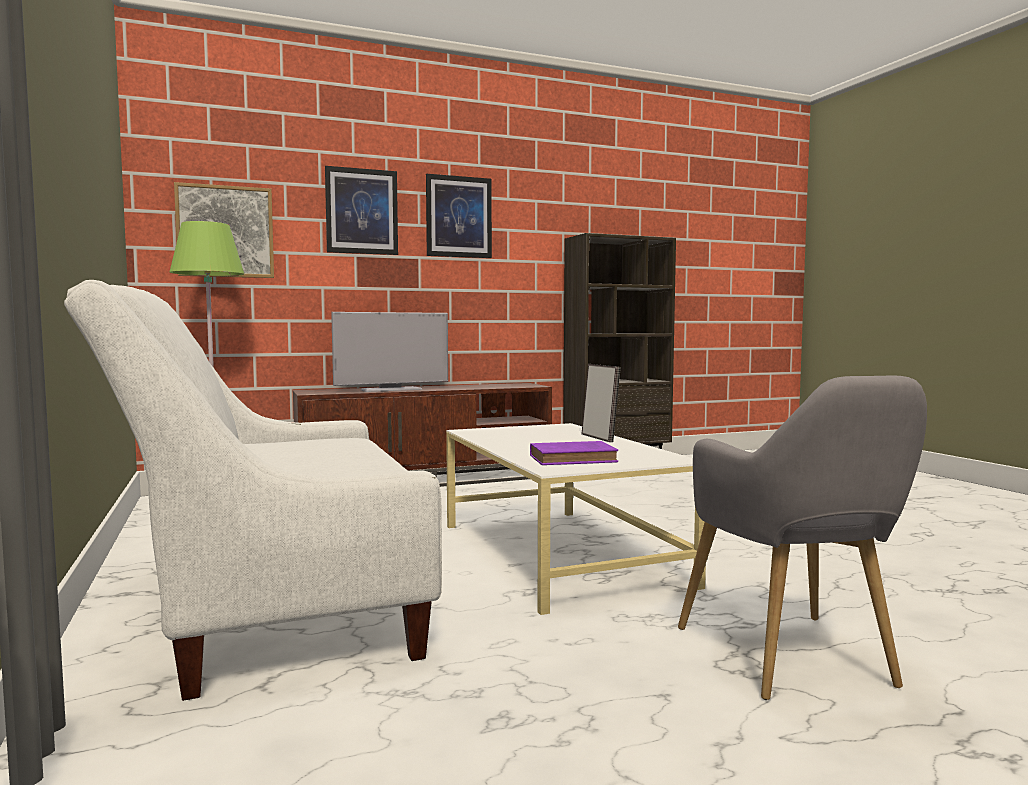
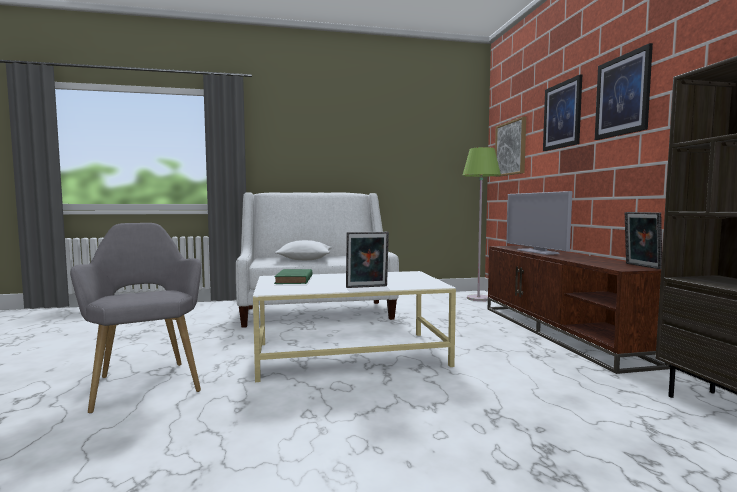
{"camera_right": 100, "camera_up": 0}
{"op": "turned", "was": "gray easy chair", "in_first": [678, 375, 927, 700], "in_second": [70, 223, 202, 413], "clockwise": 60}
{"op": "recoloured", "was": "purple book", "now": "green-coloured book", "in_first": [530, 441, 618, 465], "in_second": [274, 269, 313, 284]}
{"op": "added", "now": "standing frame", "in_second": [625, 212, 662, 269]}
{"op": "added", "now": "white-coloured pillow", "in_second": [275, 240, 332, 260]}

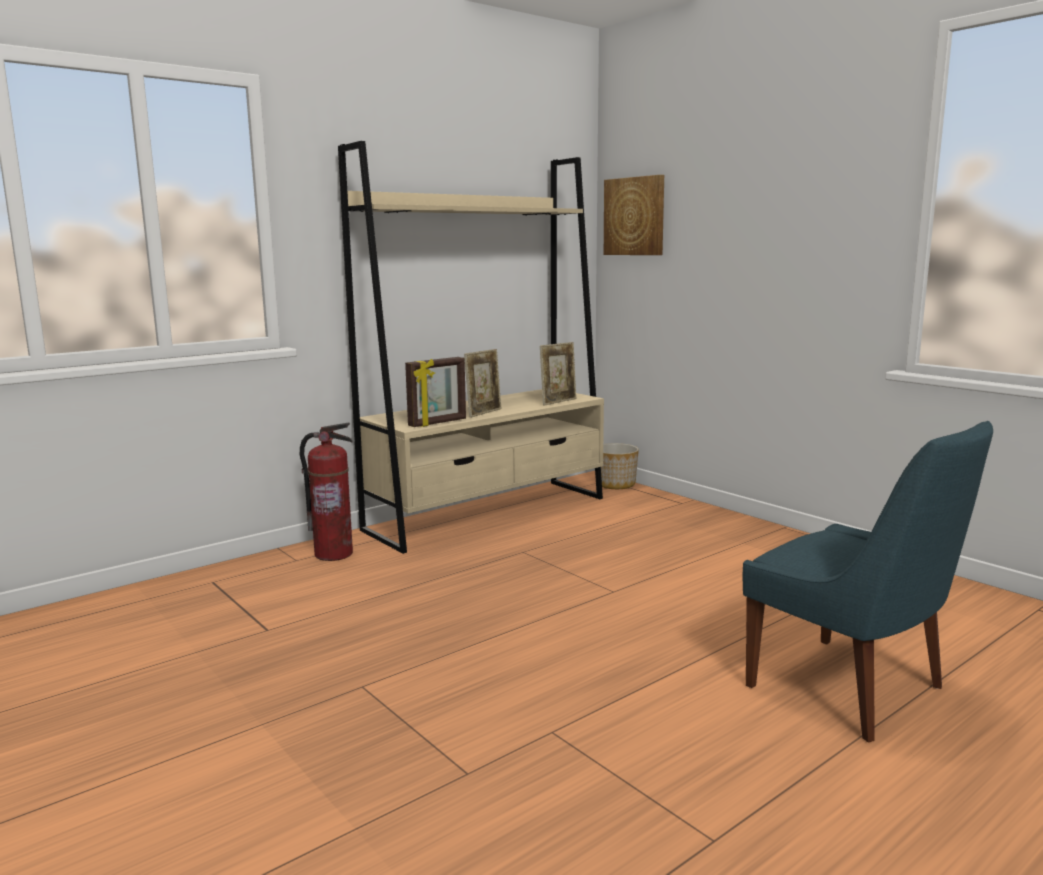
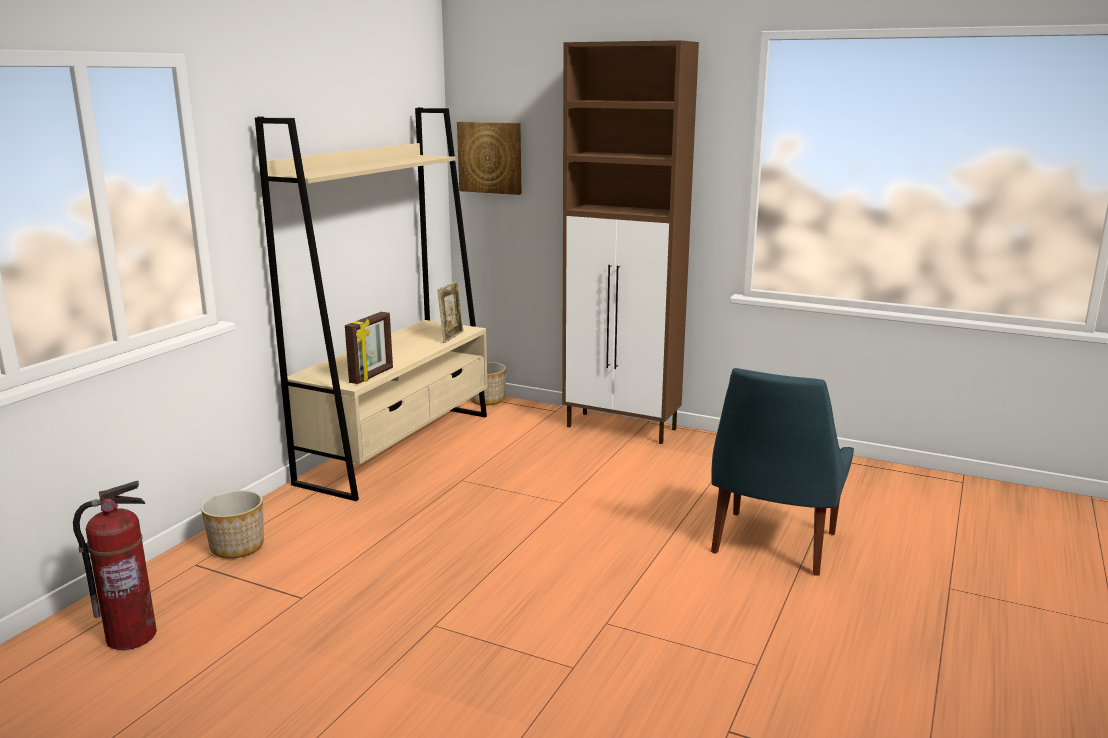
{"camera_right": -25, "camera_up": 5}
{"op": "removed", "was": "standing frame", "in_first": [464, 349, 501, 418]}
{"op": "turned", "was": "blue-coloured plain chair", "in_first": [743, 421, 993, 742], "in_second": [711, 368, 854, 576], "clockwise": 90}
{"op": "moved", "was": "extinguisher", "in_first": [300, 423, 353, 561], "in_second": [73, 481, 157, 650]}
{"op": "added", "now": "brown-coloured storage cabinet", "in_second": [562, 40, 699, 444]}
{"op": "added", "now": "plant pot", "in_second": [201, 490, 264, 558]}

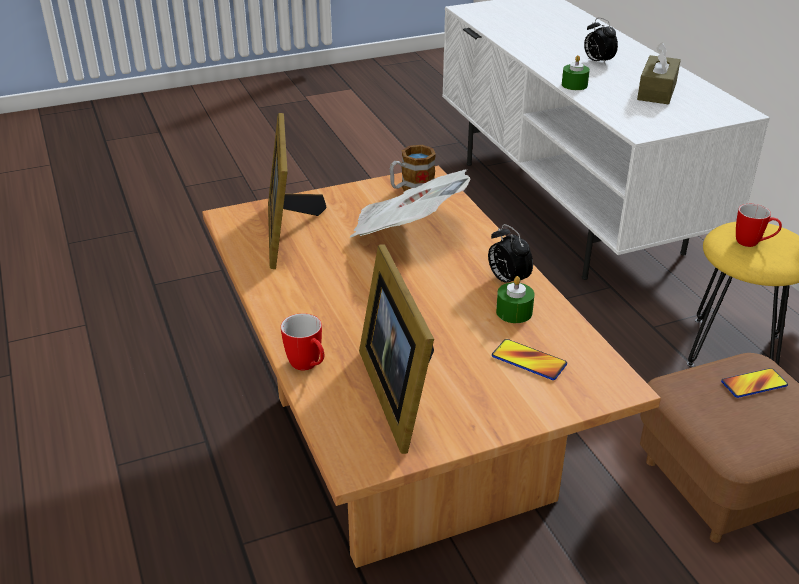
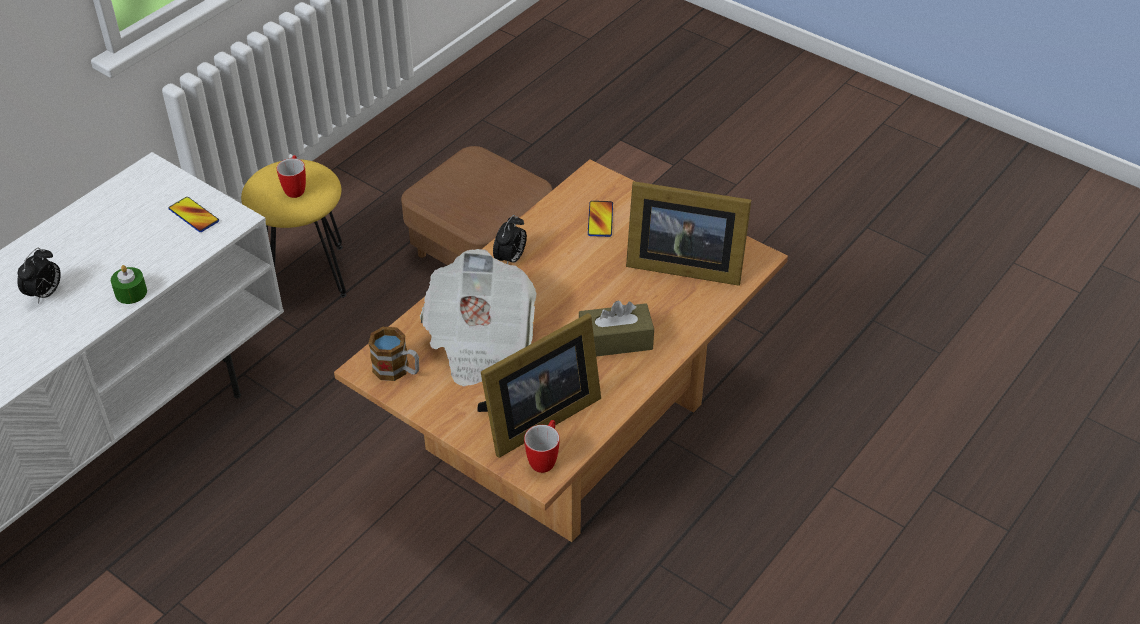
{"camera_right": -120, "camera_up": 10}
{"op": "moved", "was": "brown-coloured box of tissues", "in_first": [637, 42, 681, 104], "in_second": [579, 301, 654, 357]}
{"op": "turned", "was": "standing frame", "in_first": [359, 244, 434, 454], "in_second": [626, 181, 751, 286], "clockwise": 60}
{"op": "removed", "was": "green-coloured wax candle", "in_first": [496, 276, 534, 323]}
{"op": "moved", "was": "coffee mug", "in_first": [281, 313, 324, 371], "in_second": [524, 420, 560, 473]}
{"op": "moved", "was": "telephone", "in_first": [721, 368, 788, 398], "in_second": [169, 197, 219, 232]}

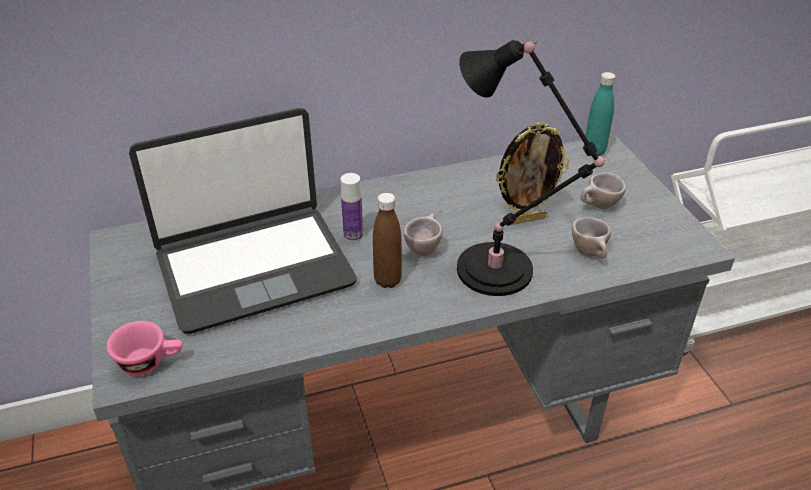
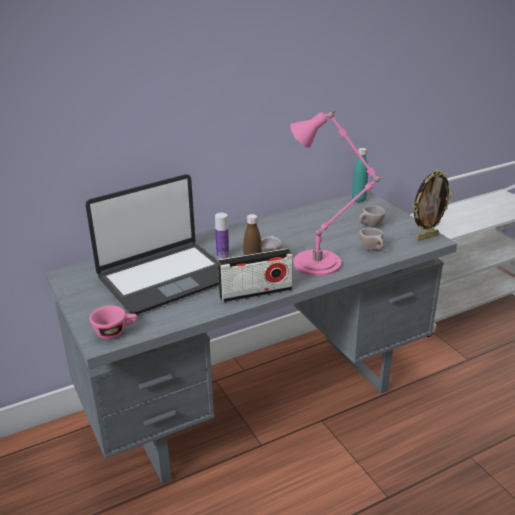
{"camera_right": -10, "camera_up": -10}
{"op": "recoloured", "was": "blackish table lamp", "now": "pink table lamp", "in_first": [457, 40, 608, 296], "in_second": [290, 111, 381, 276]}
{"op": "moved", "was": "standing frame", "in_first": [495, 122, 569, 225], "in_second": [413, 170, 452, 241]}
{"op": "added", "now": "radio set", "in_second": [218, 248, 293, 302]}

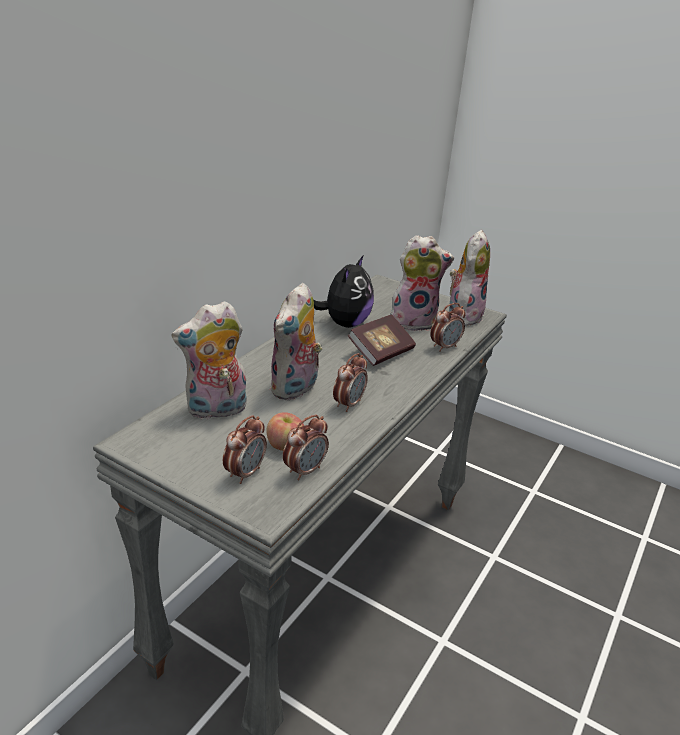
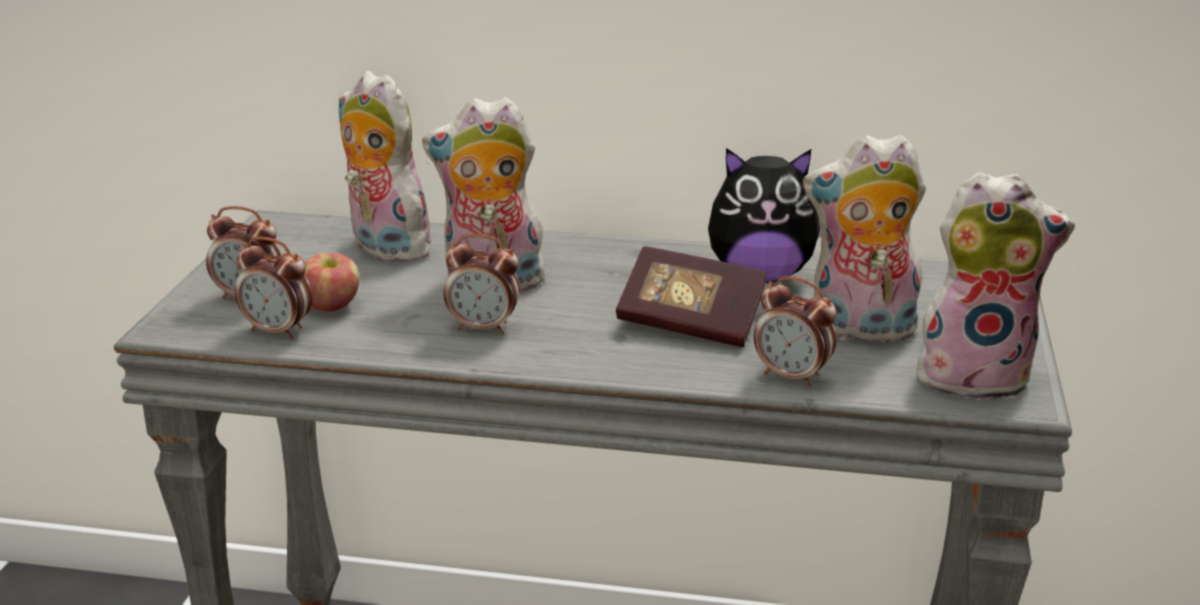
{"camera_right": 70, "camera_up": -5}
{"op": "turned", "was": "cuddly toy", "in_first": [390, 235, 454, 331], "in_second": [803, 134, 926, 348], "clockwise": 120}

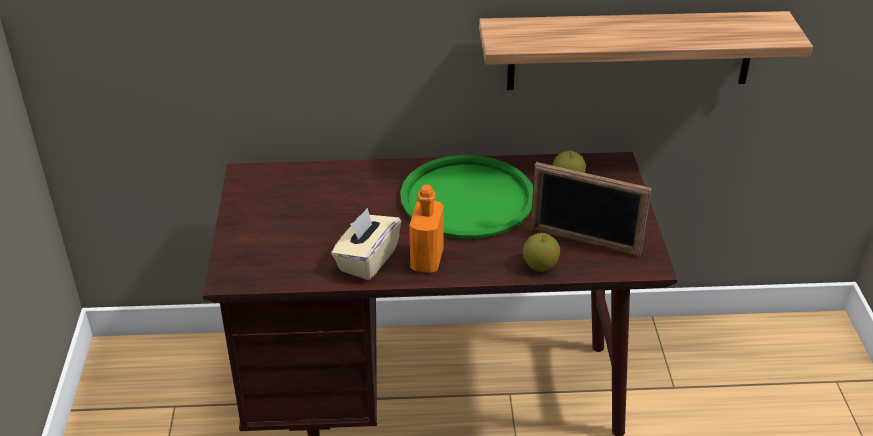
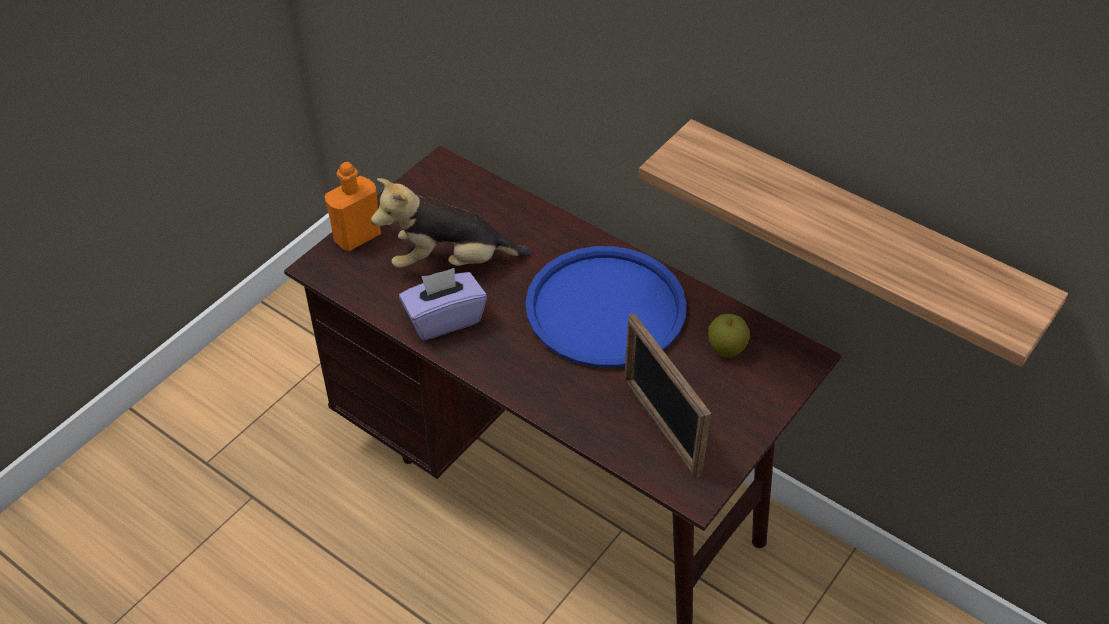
{"camera_right": 40, "camera_up": 10}
{"op": "recoloured", "was": "green-coloured serving tray", "now": "blue-coloured serving tray", "in_first": [400, 155, 533, 239], "in_second": [525, 246, 687, 367]}
{"op": "moved", "was": "orangey drink bottle", "in_first": [409, 185, 444, 273], "in_second": [325, 162, 381, 251]}
{"op": "recoloured", "was": "sand-coloured box of tissues", "now": "purple box of tissues", "in_first": [331, 208, 401, 280], "in_second": [399, 268, 487, 340]}
{"op": "removed", "was": "whole apple", "in_first": [523, 233, 560, 272]}
{"op": "added", "now": "cuddly toy", "in_second": [371, 178, 531, 268]}

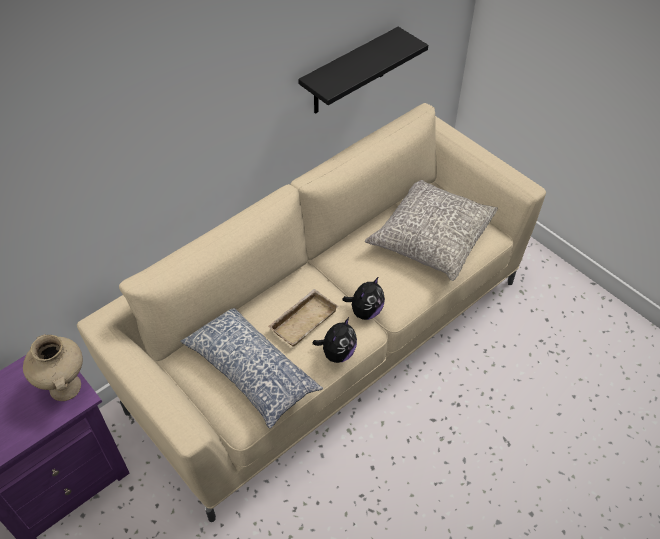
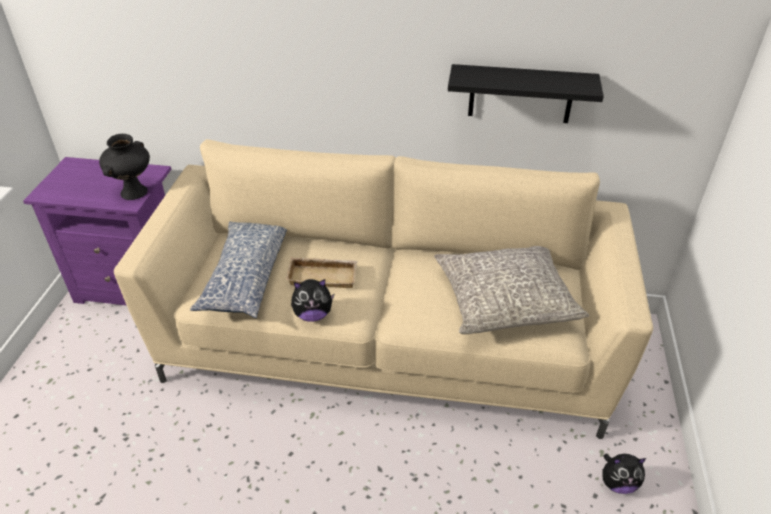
{"camera_right": 50, "camera_up": -10}
{"op": "moved", "was": "cuddly toy", "in_first": [342, 277, 385, 320], "in_second": [603, 454, 647, 494]}
{"op": "recoloured", "was": "sand-coloured vase", "now": "blackish vase", "in_first": [23, 334, 83, 401], "in_second": [99, 134, 150, 200]}

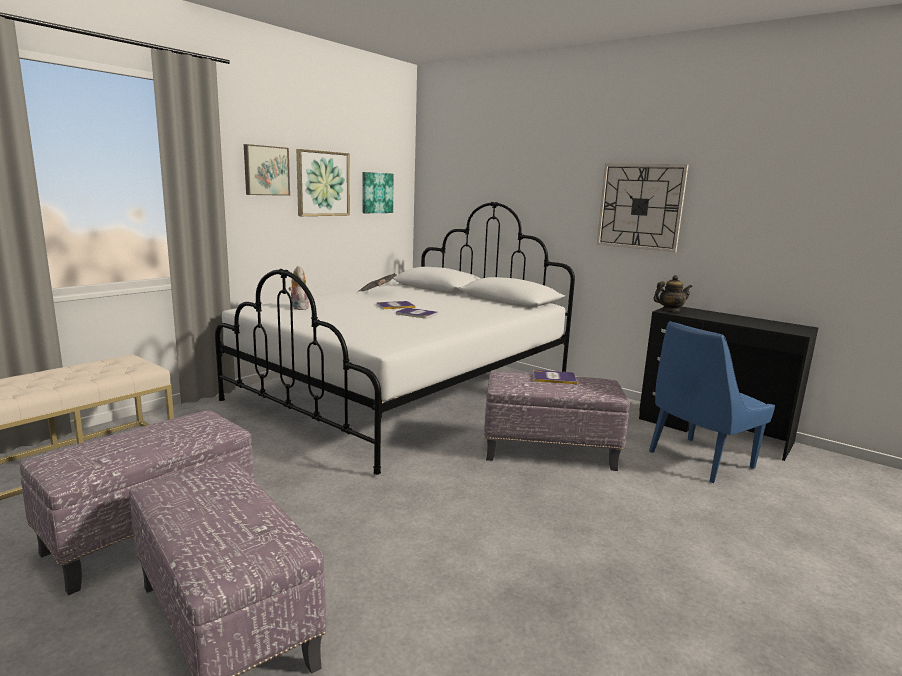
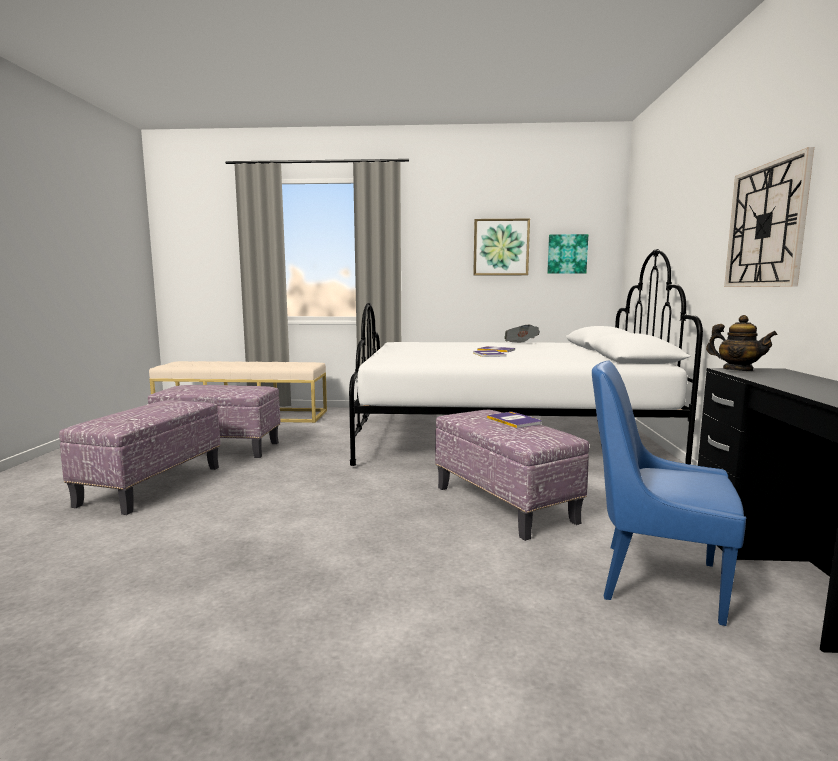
{"camera_right": 55, "camera_up": -5}
{"op": "removed", "was": "picture", "in_first": [244, 144, 290, 196]}
{"op": "removed", "was": "cuddly toy", "in_first": [289, 266, 309, 310]}

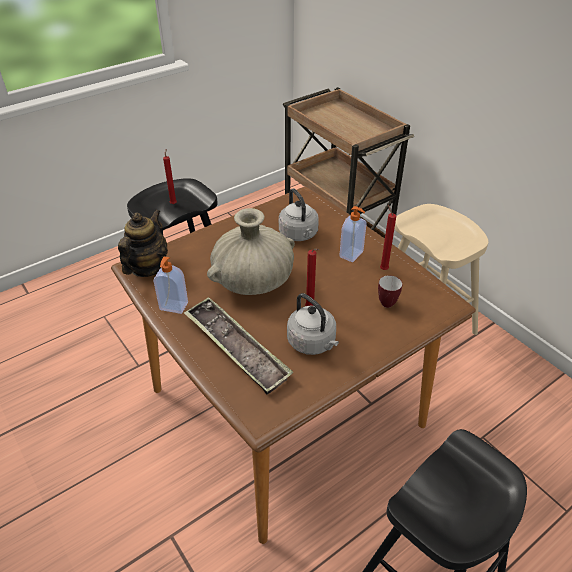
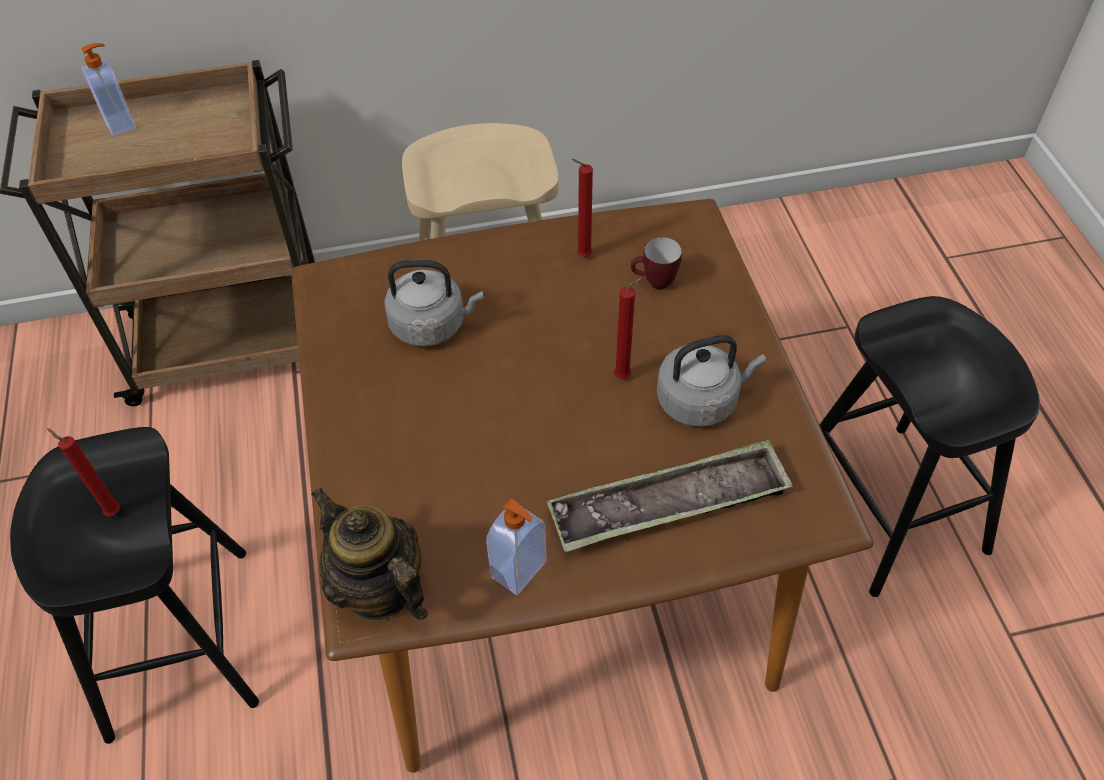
{"camera_right": -65, "camera_up": 10}
{"op": "moved", "was": "soap bottle", "in_first": [339, 206, 367, 263], "in_second": [81, 43, 136, 136]}
{"op": "removed", "was": "sand-coloured vase", "in_first": [207, 208, 295, 295]}

